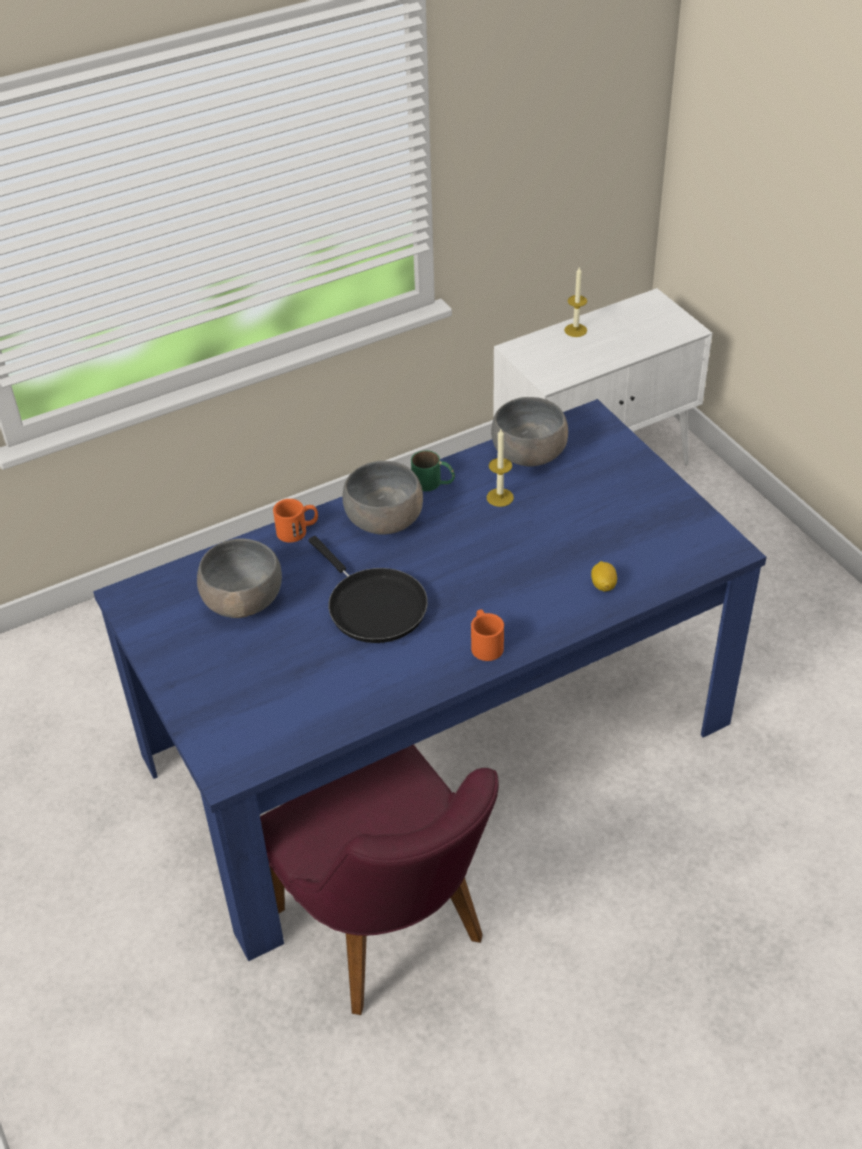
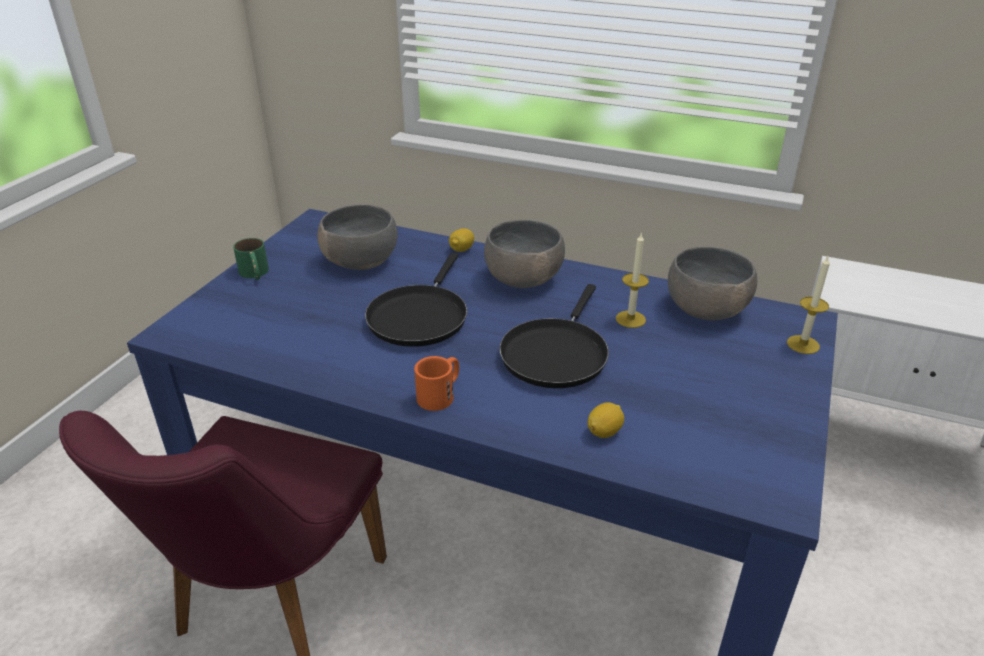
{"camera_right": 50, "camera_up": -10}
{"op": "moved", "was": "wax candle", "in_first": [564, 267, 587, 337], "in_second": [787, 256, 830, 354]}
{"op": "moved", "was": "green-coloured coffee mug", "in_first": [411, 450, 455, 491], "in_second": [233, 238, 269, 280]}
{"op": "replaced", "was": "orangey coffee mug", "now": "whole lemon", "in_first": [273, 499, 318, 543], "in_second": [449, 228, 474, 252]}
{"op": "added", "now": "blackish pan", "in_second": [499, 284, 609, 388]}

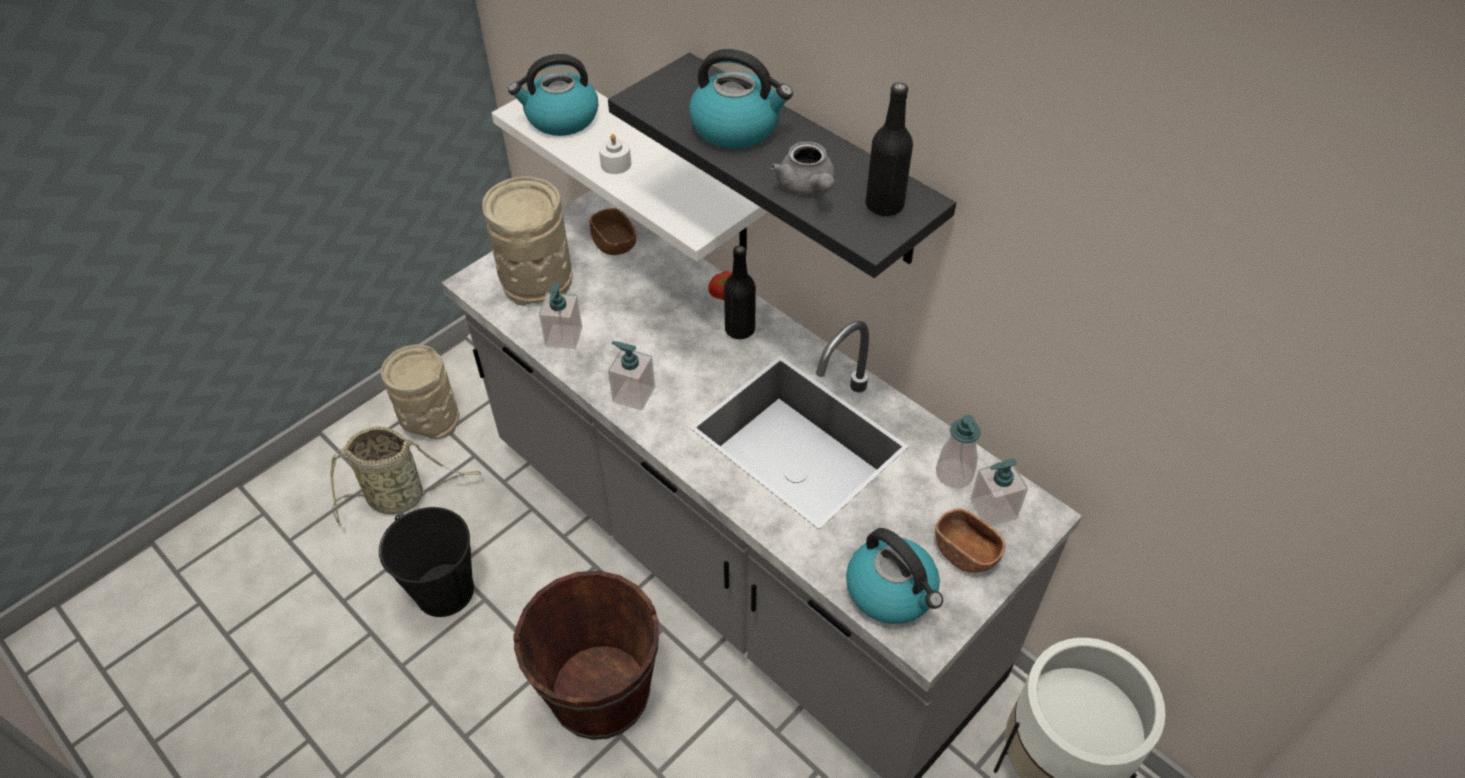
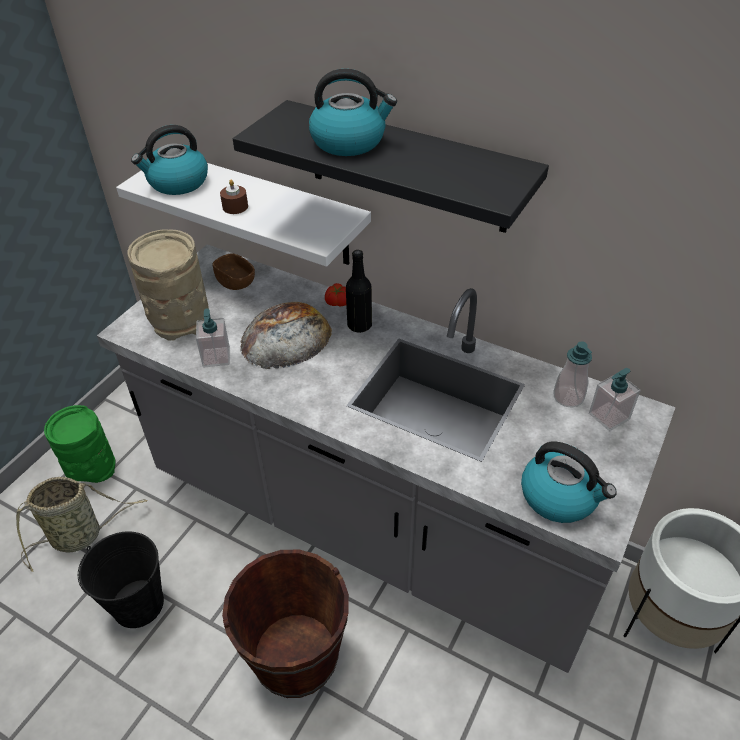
{"camera_right": -15, "camera_up": -5}
{"op": "removed", "was": "blackish drink bottle", "in_first": [865, 82, 913, 216]}
{"op": "recoloured", "was": "white-coloured wax candle", "now": "brown-coloured wax candle", "in_first": [599, 134, 631, 174], "in_second": [220, 180, 248, 214]}
{"op": "removed", "was": "gray tea pot", "in_first": [771, 141, 835, 194]}
{"op": "removed", "was": "soap bottle", "in_first": [608, 341, 655, 411]}
{"op": "recoloured", "was": "sand-coloured vase", "now": "green-coloured vase", "in_first": [381, 345, 459, 439], "in_second": [44, 405, 116, 483]}
{"op": "removed", "was": "brown-coloured bowl", "in_first": [935, 509, 1005, 573]}
{"op": "added", "now": "bread", "in_second": [241, 302, 332, 369]}

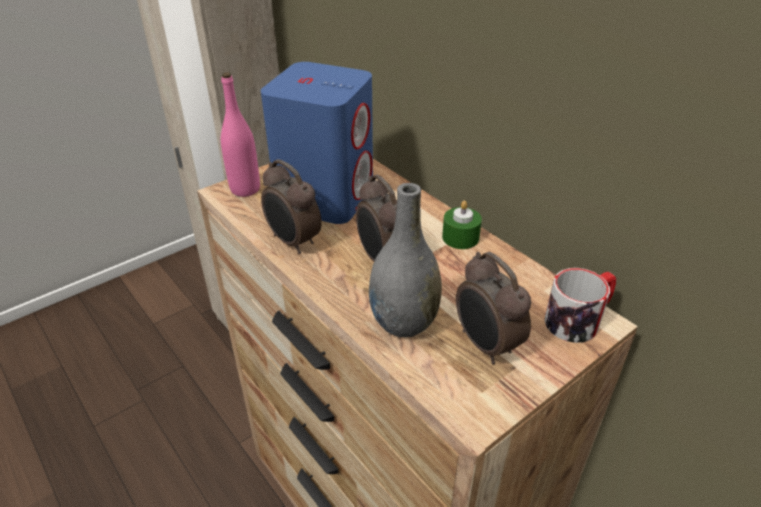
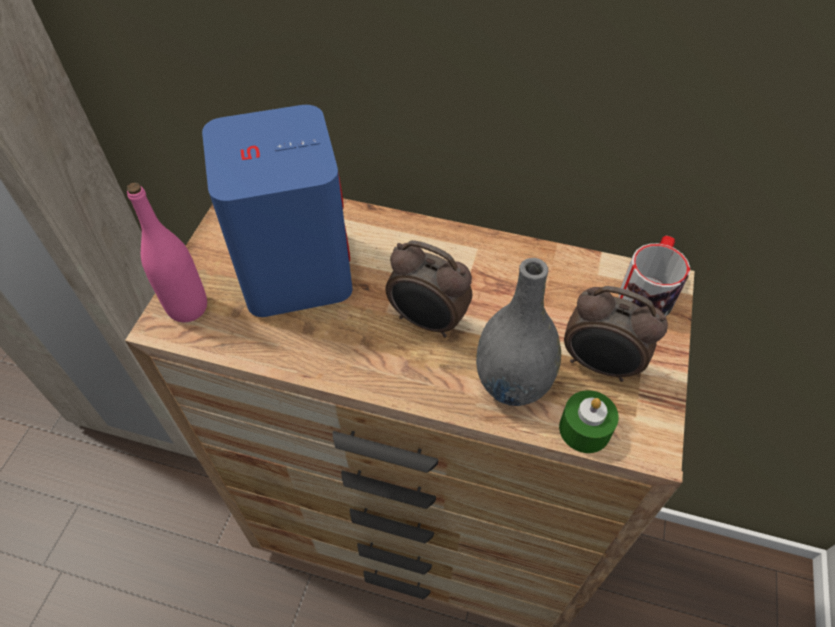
{"camera_right": -35, "camera_up": 15}
{"op": "removed", "was": "bedside clock", "in_first": [261, 159, 322, 254]}
{"op": "moved", "was": "green-coloured wax candle", "in_first": [442, 200, 482, 249], "in_second": [559, 390, 619, 453]}

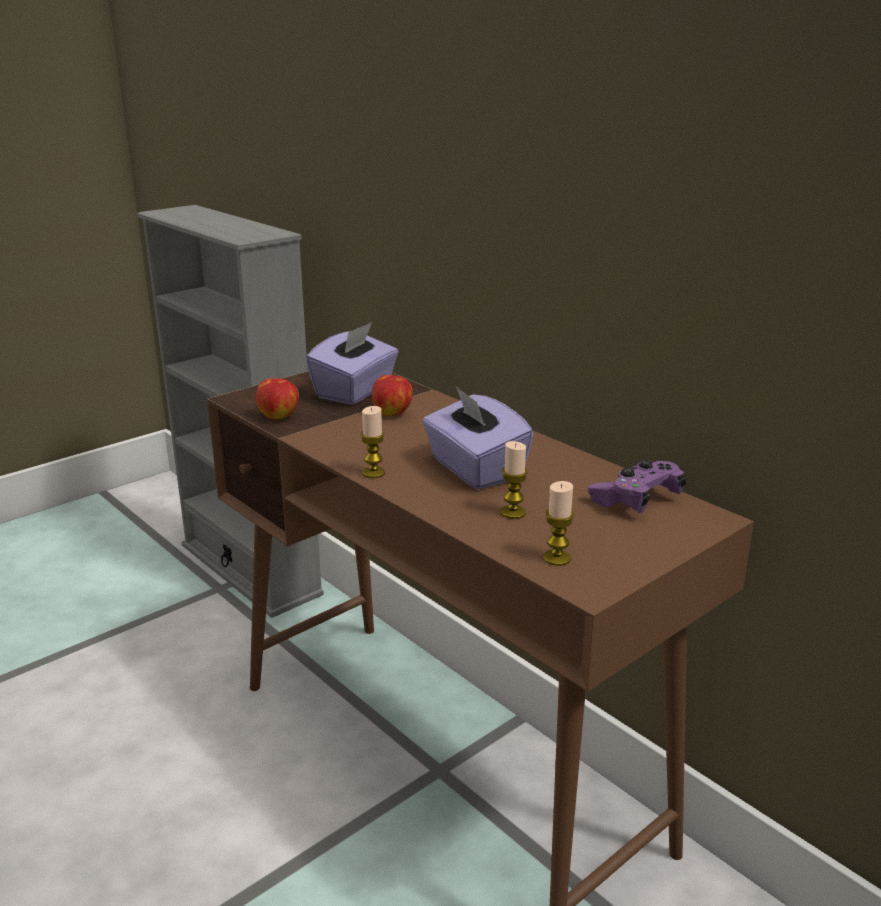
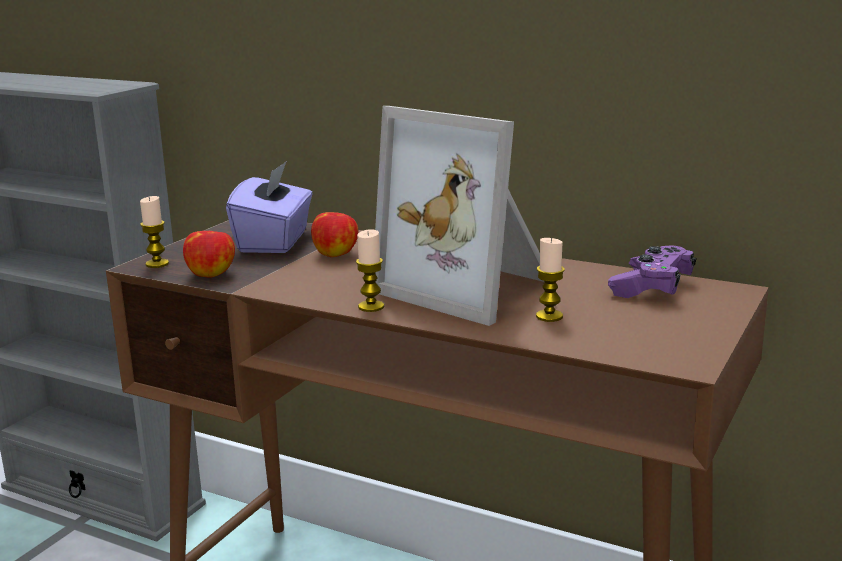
{"camera_right": -20, "camera_up": -5}
{"op": "replaced", "was": "purple box of tissues", "now": "standing frame", "in_first": [423, 386, 534, 489], "in_second": [375, 106, 544, 326]}
{"op": "moved", "was": "wax candle", "in_first": [543, 481, 574, 566], "in_second": [140, 196, 169, 268]}

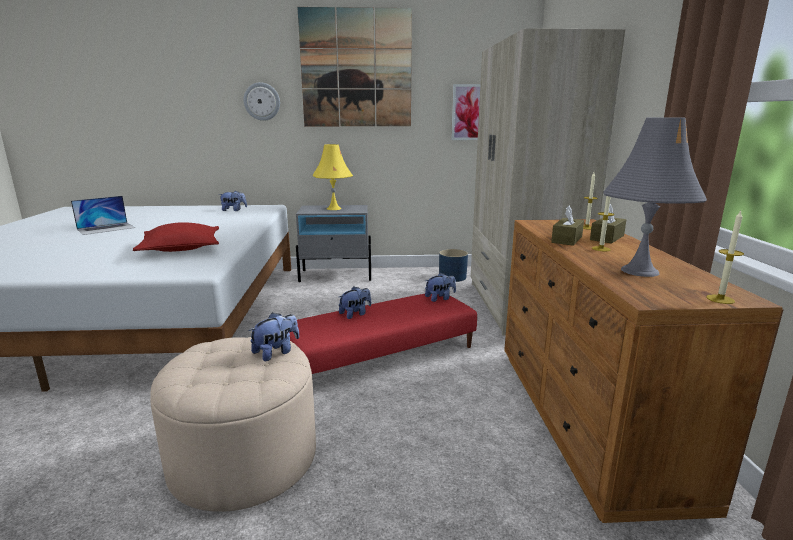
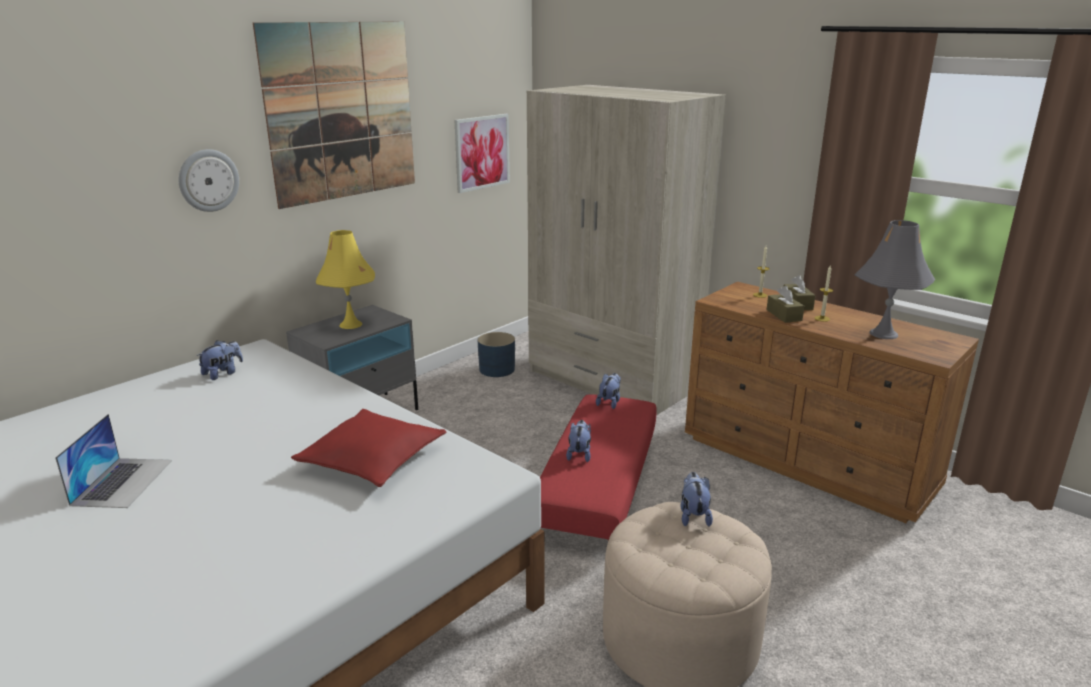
{"camera_right": -45, "camera_up": 5}
{"op": "removed", "was": "wax candle", "in_first": [706, 210, 744, 304]}

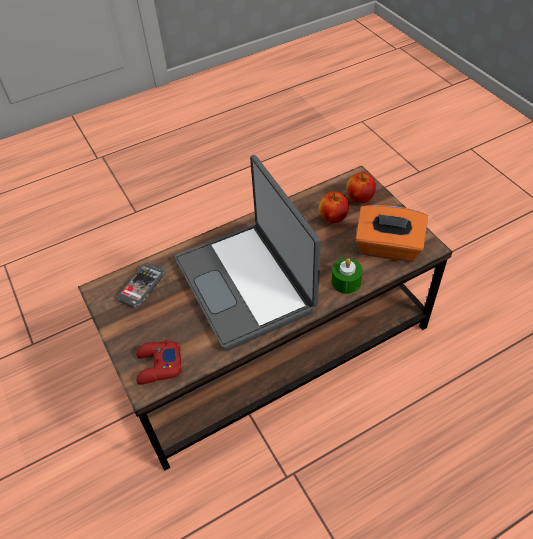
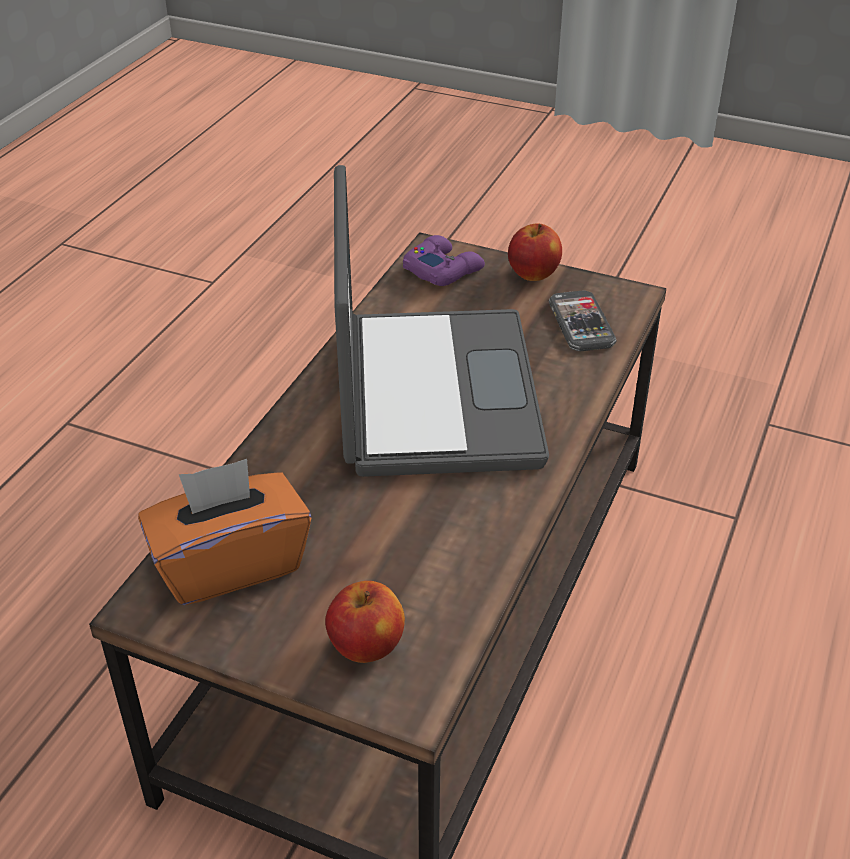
{"camera_right": 140, "camera_up": -10}
{"op": "turned", "was": "laptop", "in_first": [175, 155, 321, 351], "in_second": [334, 165, 549, 477], "clockwise": 60}
{"op": "moved", "was": "whole apple", "in_first": [319, 191, 349, 223], "in_second": [508, 223, 562, 281]}
{"op": "removed", "was": "green-coloured wax candle", "in_first": [331, 258, 363, 294]}
{"op": "recoloured", "was": "reddish joypad", "now": "purple joypad", "in_first": [136, 340, 182, 384], "in_second": [403, 235, 485, 286]}

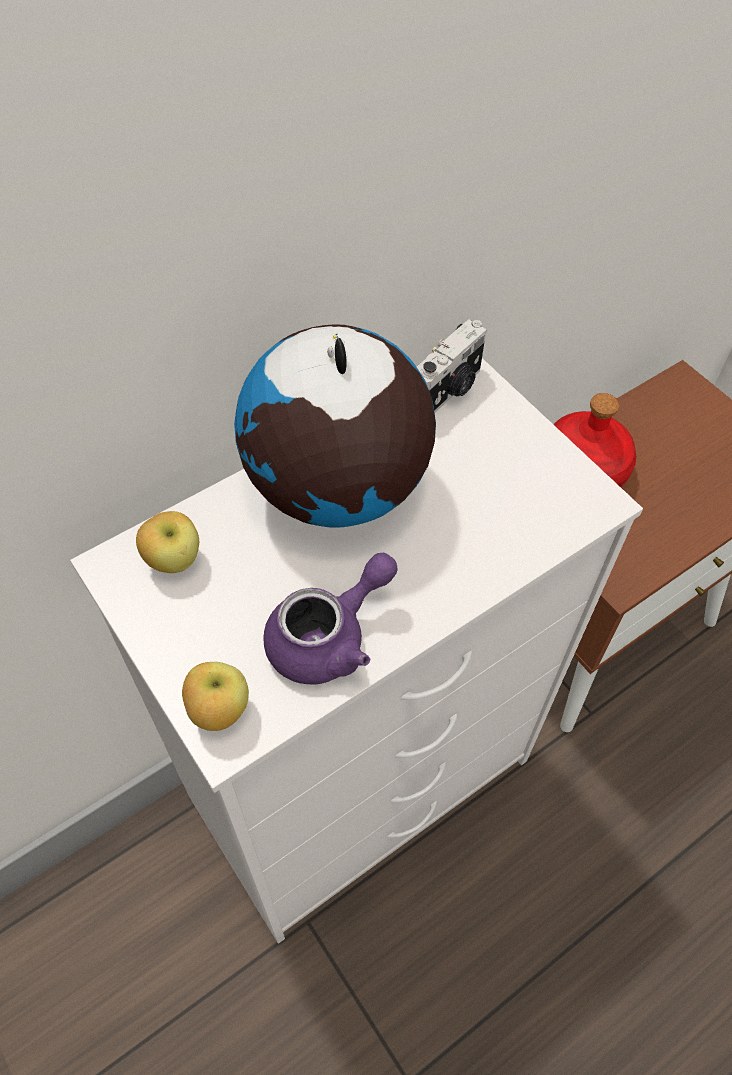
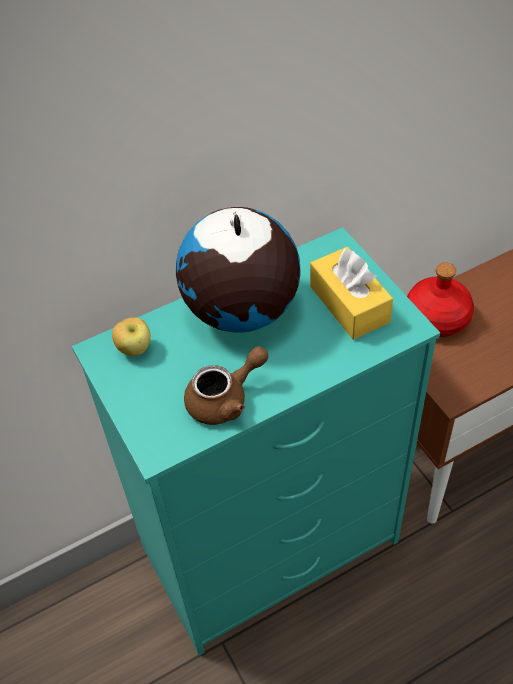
{"camera_right": 10, "camera_up": -5}
{"op": "removed", "was": "still camera", "in_first": [417, 319, 487, 412]}
{"op": "recoloured", "was": "white-coloured chest of drawers", "now": "blue-green chest of drawers", "in_first": [70, 358, 643, 944], "in_second": [72, 227, 440, 656]}
{"op": "recoloured", "was": "purple tea pot", "now": "brown-coloured tea pot", "in_first": [263, 553, 398, 685], "in_second": [184, 346, 268, 425]}
{"op": "removed", "was": "whole apple", "in_first": [182, 662, 249, 731]}
{"op": "added", "now": "yellow box of tissues", "in_second": [310, 247, 393, 340]}

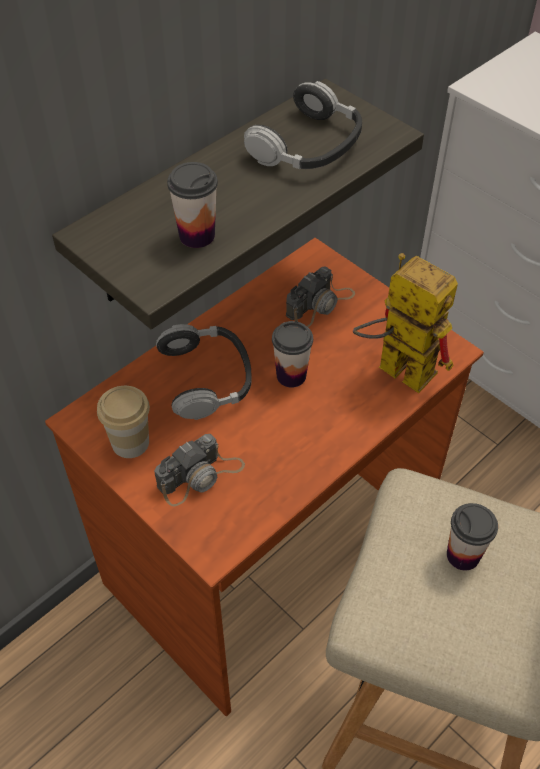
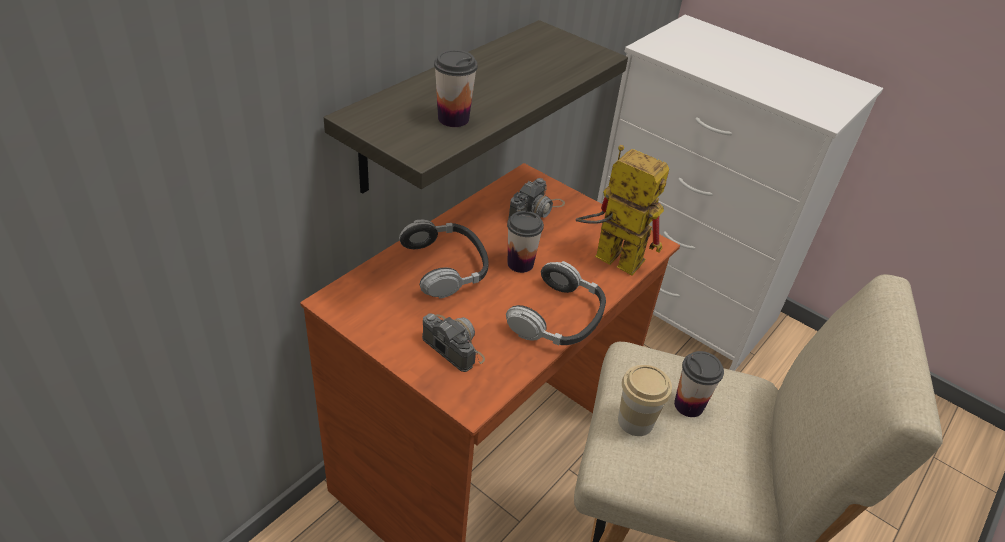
{"camera_right": -10, "camera_up": -10}
{"op": "moved", "was": "pair of headphones", "in_first": [244, 81, 362, 169], "in_second": [506, 261, 606, 345]}
{"op": "moved", "was": "cup", "in_first": [97, 386, 150, 458], "in_second": [618, 365, 672, 436]}
{"op": "turned", "was": "still camera", "in_first": [154, 434, 245, 506], "in_second": [422, 313, 485, 372], "clockwise": -90}

